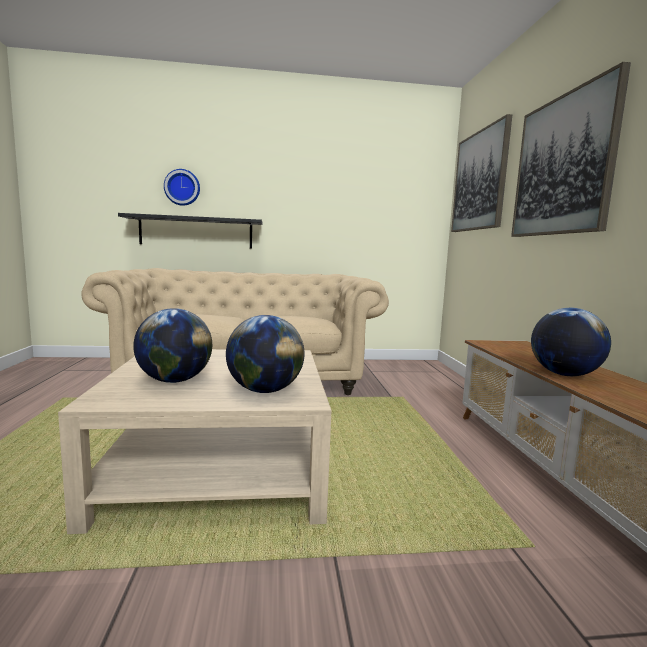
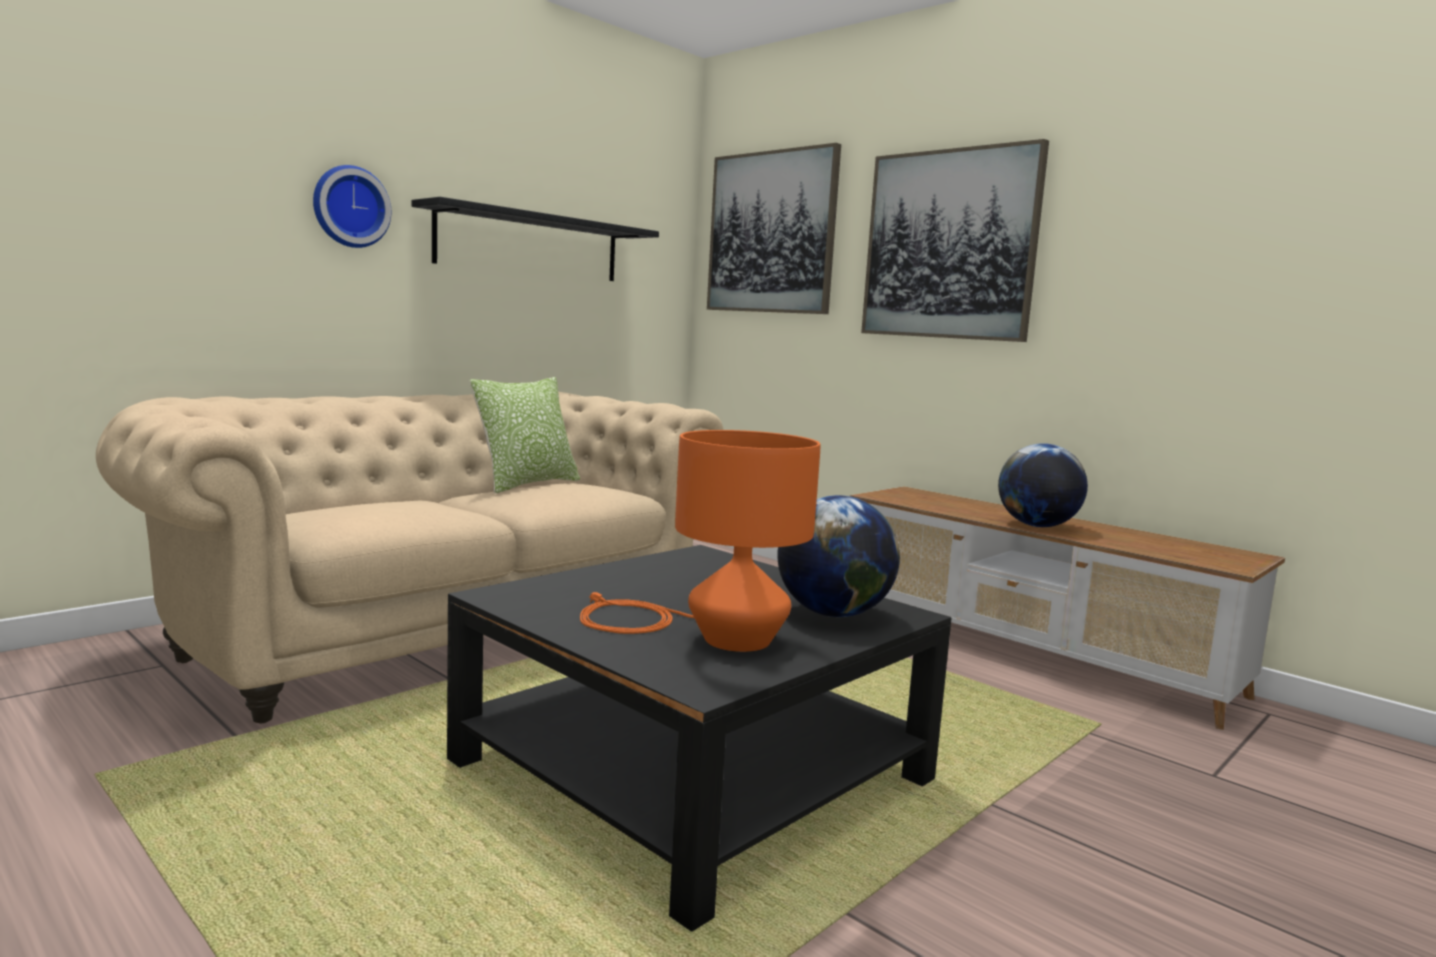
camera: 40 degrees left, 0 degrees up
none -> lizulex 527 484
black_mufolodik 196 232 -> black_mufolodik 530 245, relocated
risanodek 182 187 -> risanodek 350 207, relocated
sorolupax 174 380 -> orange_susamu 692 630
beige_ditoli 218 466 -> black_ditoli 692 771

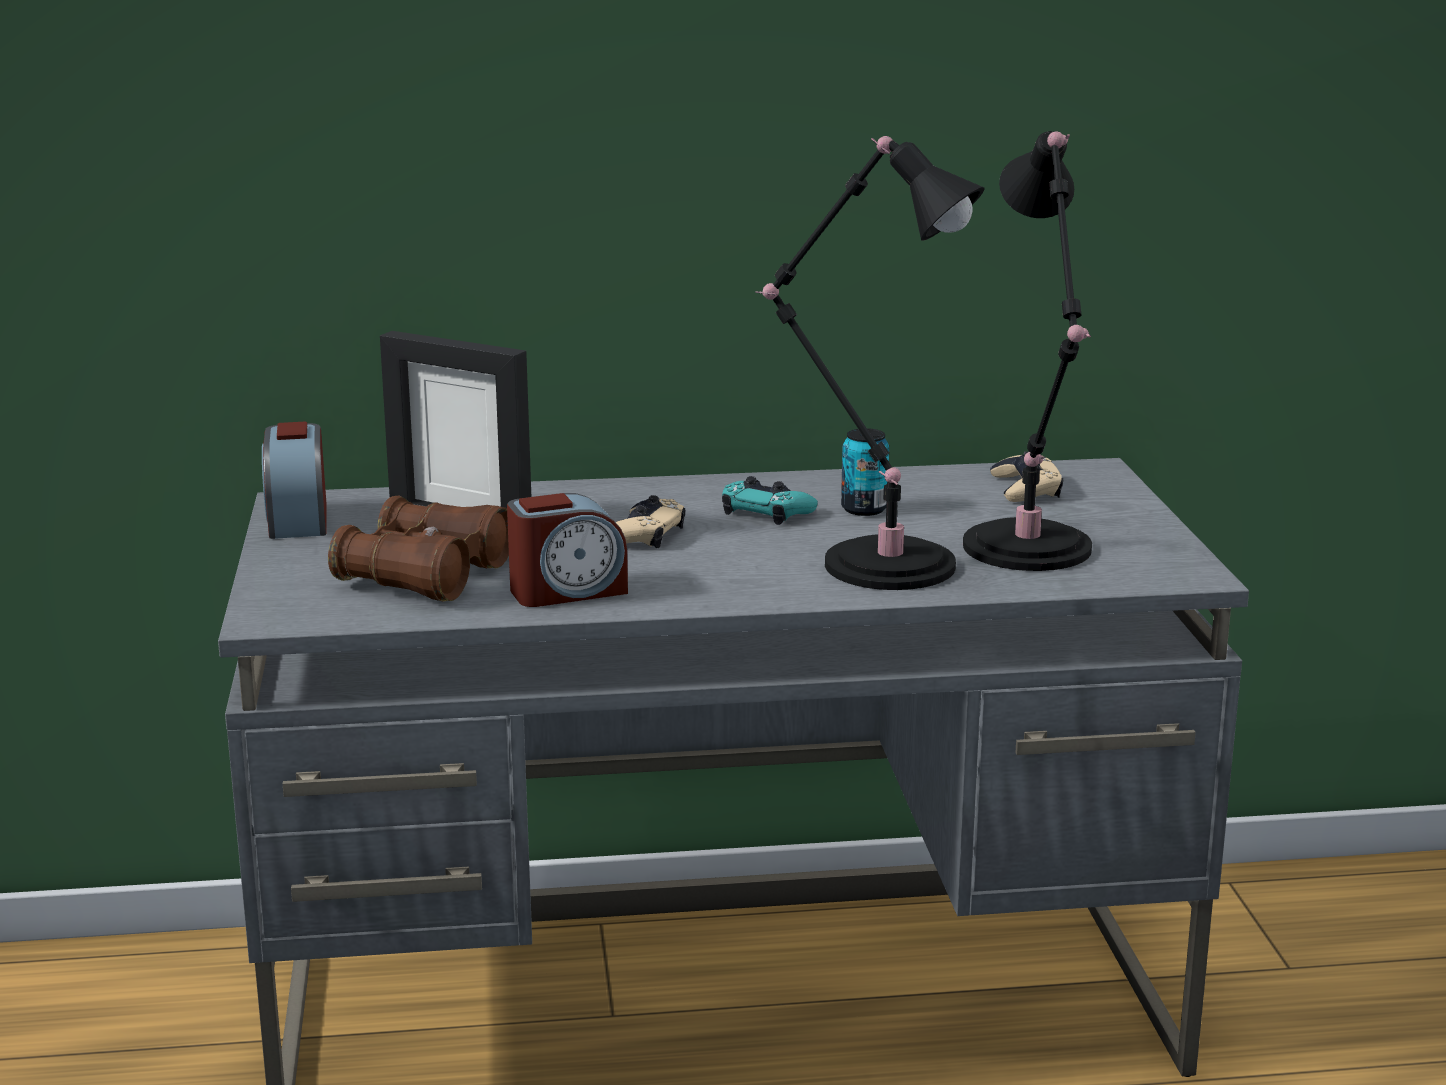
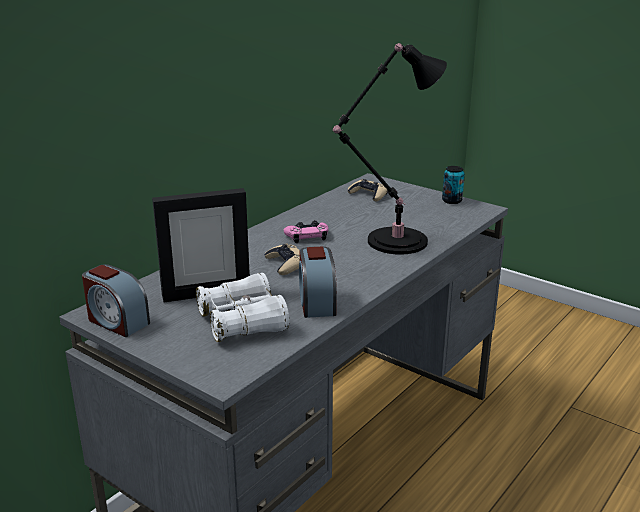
camera: 45 degrees left, 5 degrees up
black_susamu 1028 551 -> none
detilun 864 509 -> detilun 452 201, relocated
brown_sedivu 425 575 -> white_sedivu 242 322
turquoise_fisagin 766 511 -> pink_fisagin 307 236
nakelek 567 591 -> nakelek 316 302, 150 degrees clockwise

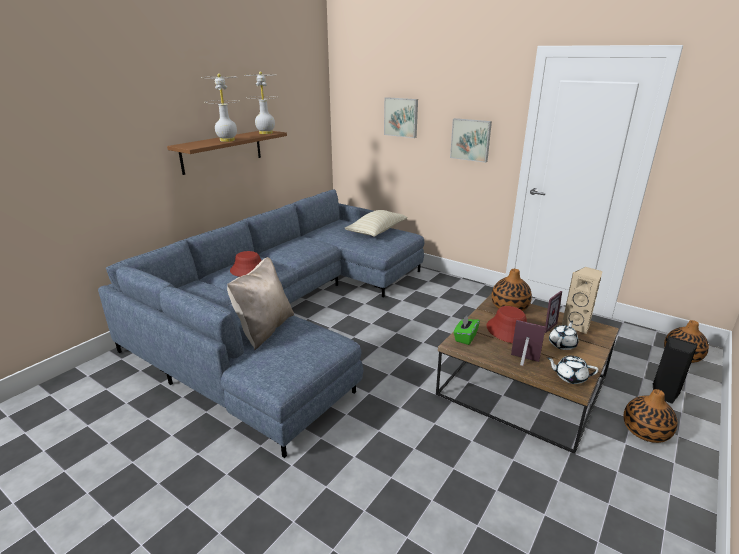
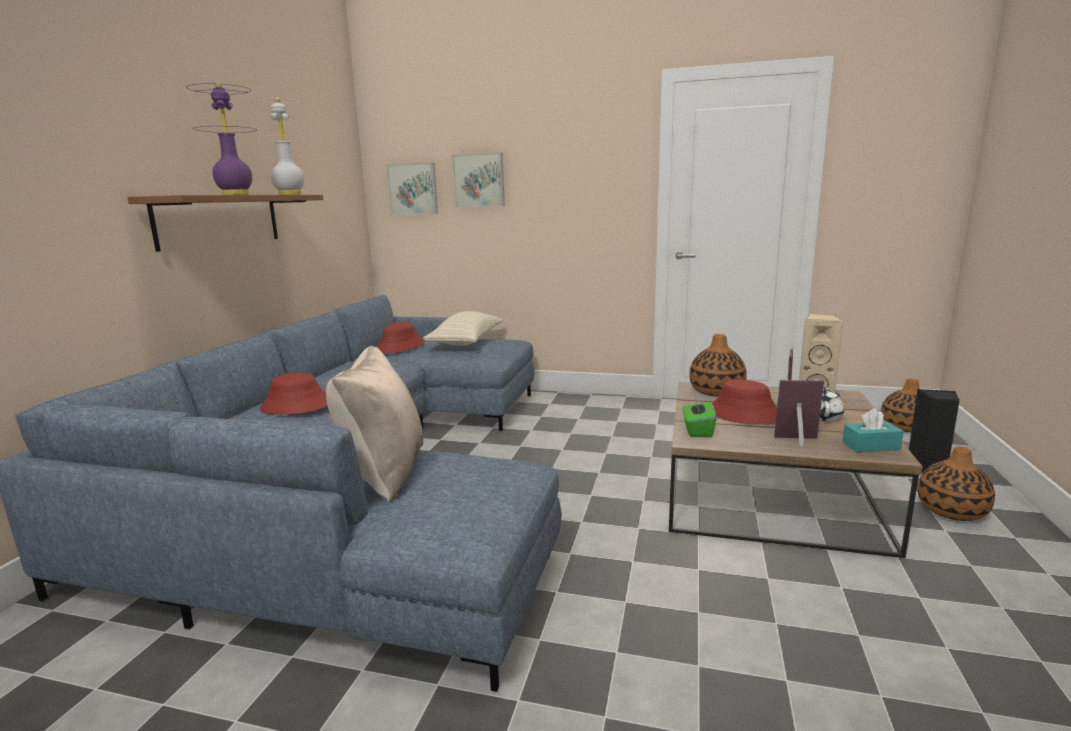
camera: 20 degrees left, 10 degrees down
none -> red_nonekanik 400 346
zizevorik 471 139 -> zizevorik 413 189, relocated
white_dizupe 569 377 -> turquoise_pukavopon 871 446
white_susamu 227 140 -> purple_susamu 236 194

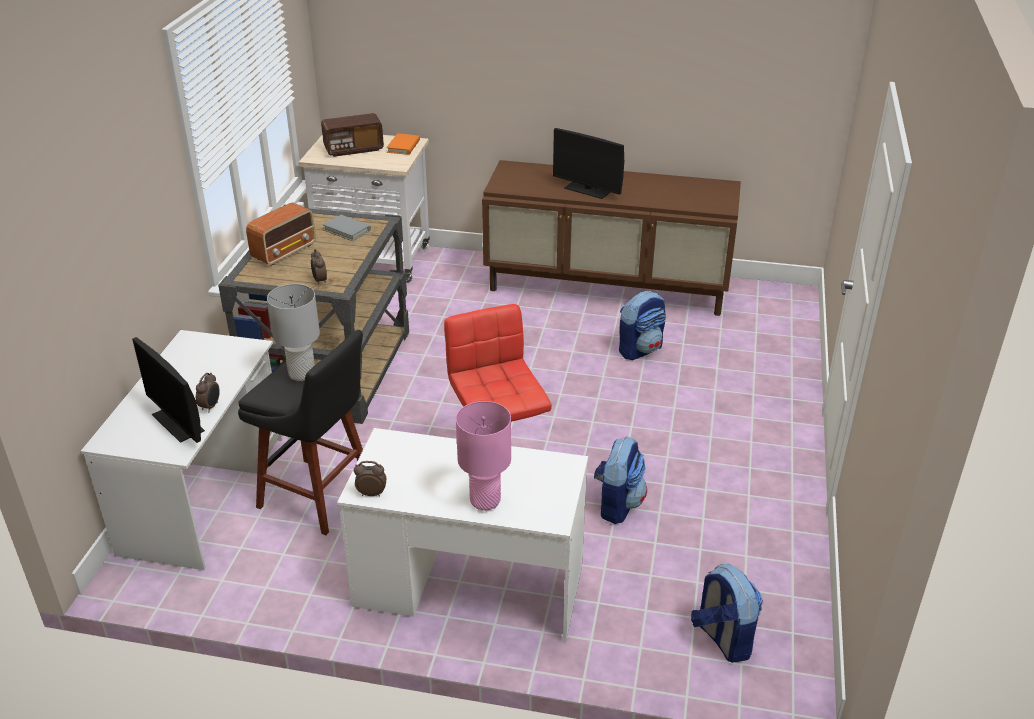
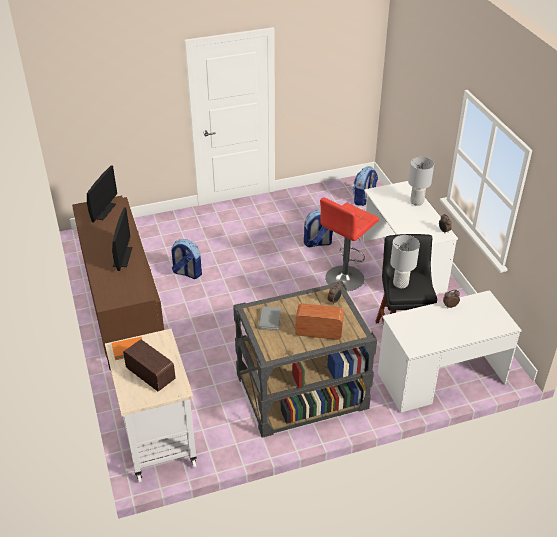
camera: 120 degrees left, 5 degrees up
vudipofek 178 423 -> vudipofek 103 211, relocated
pink_susamu 484 503 -> grey_susamu 417 203

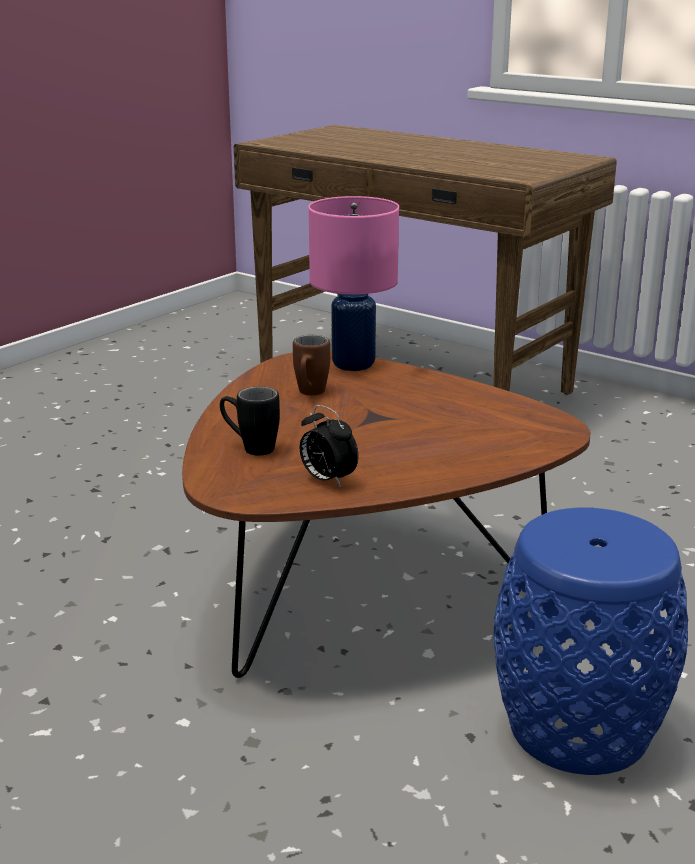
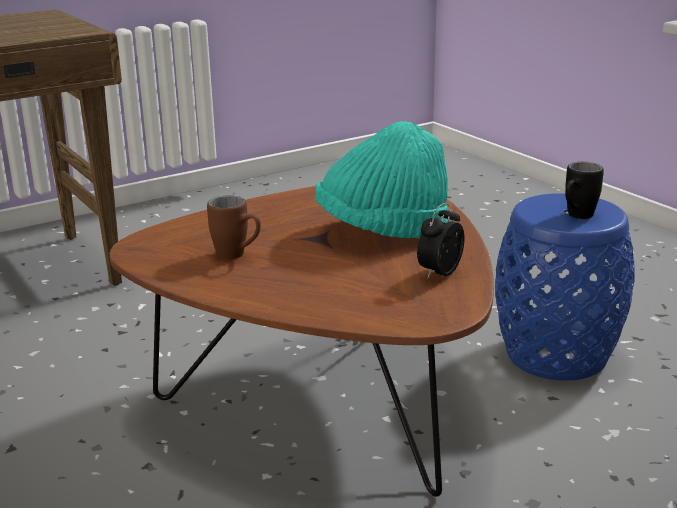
camera: 70 degrees left, 0 degrees up
pink_susamu 351 364 -> none
none -> turquoise_nonekanik 383 231
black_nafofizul 250 448 -> black_nafofizul 576 217, relocated
nakelek 327 480 -> nakelek 439 273, 150 degrees clockwise

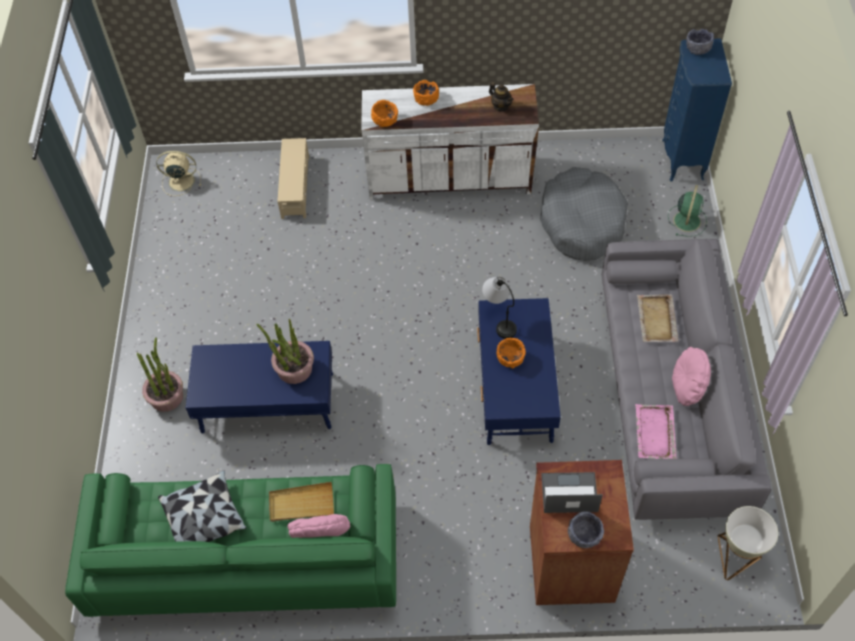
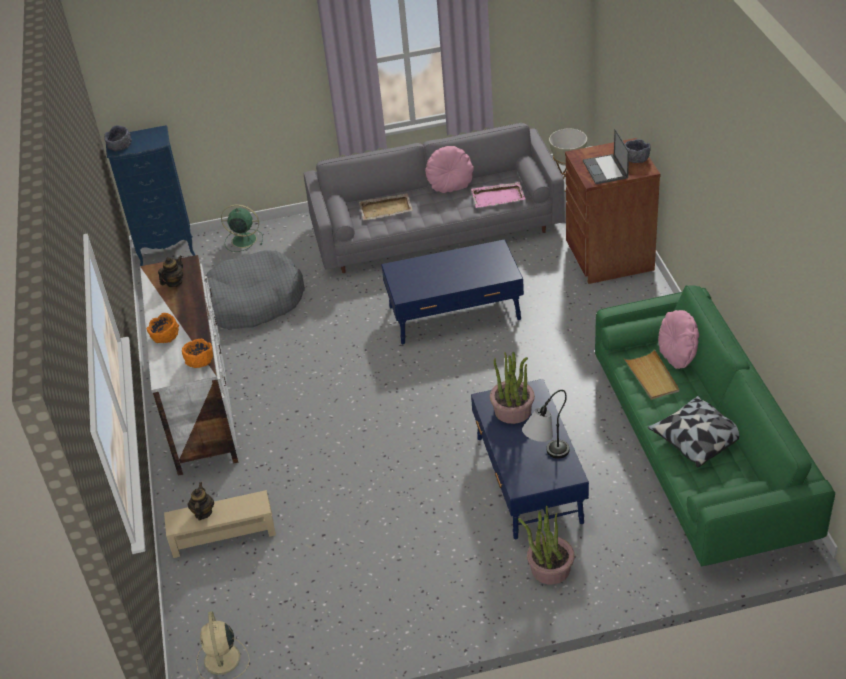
camera: 100 degrees left, 15 degrees down
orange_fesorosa 510 358 -> none
none -> dizupe 203 513
susamu 499 319 -> susamu 545 457, relocated

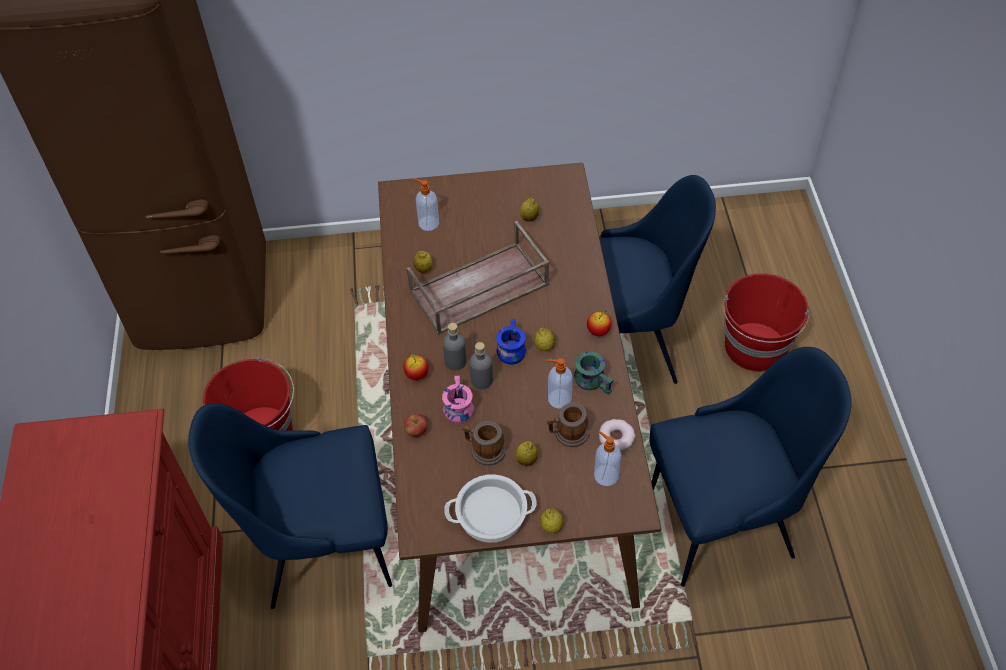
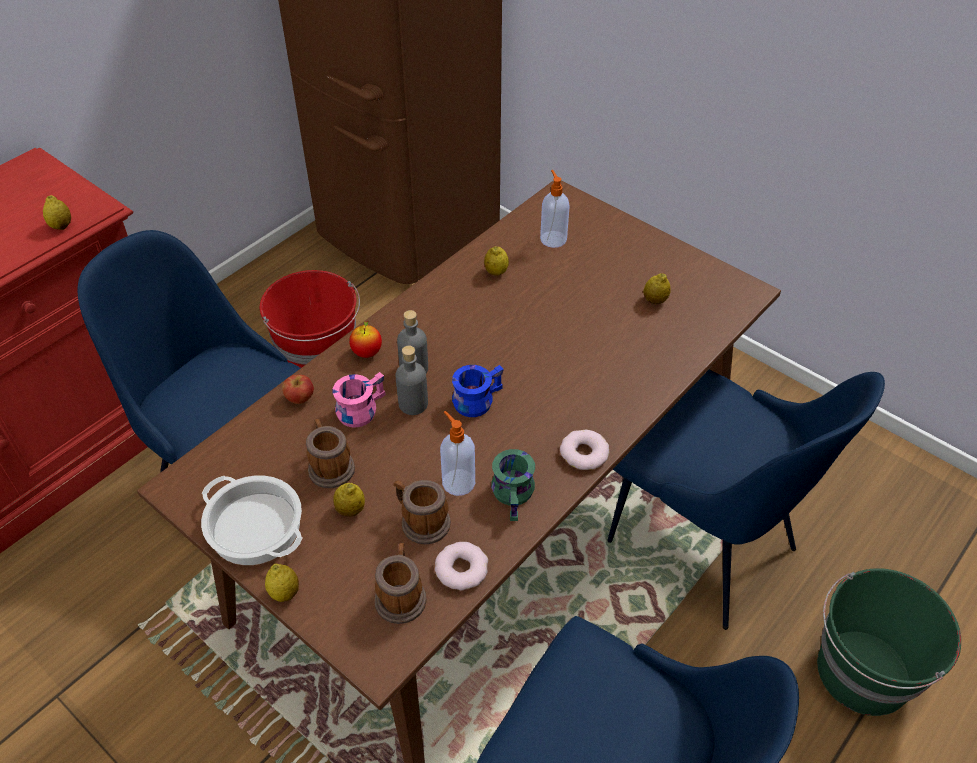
camera: 45 degrees right, 5 degrees down
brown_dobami 478 289 -> none
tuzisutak 544 347 -> tuzisutak 61 226, relocated
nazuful 598 331 -> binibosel 584 453
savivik 605 475 -> nafofizul 401 595
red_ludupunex 755 348 -> green_ludupunex 862 673

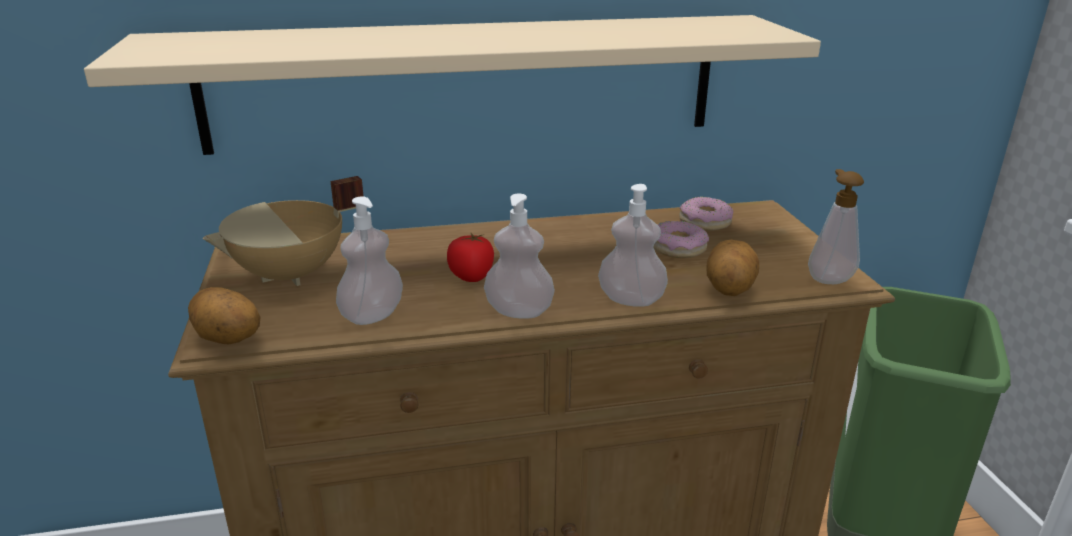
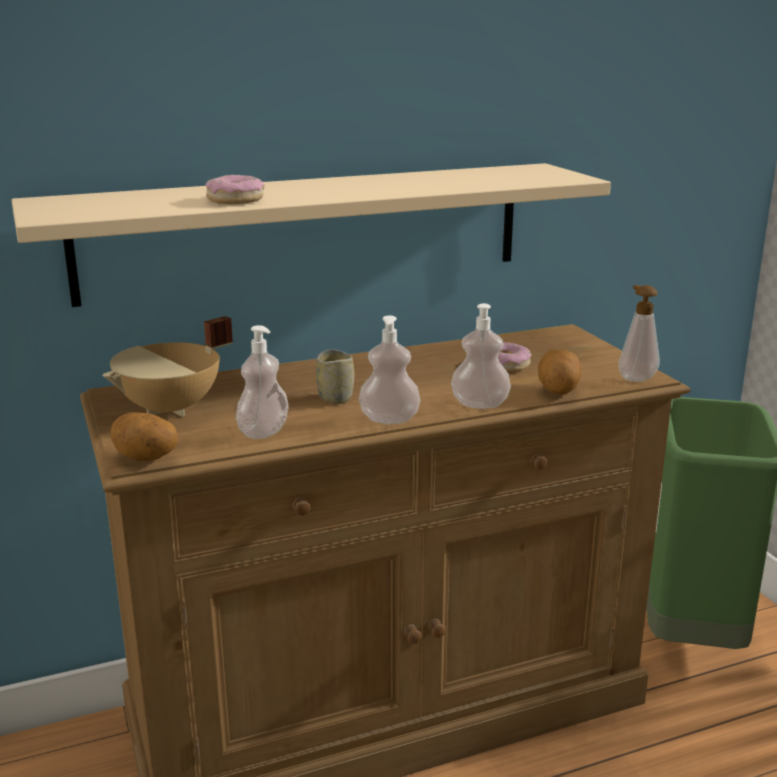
camera: 10 degrees left, 5 degrees down
binibosel 704 222 -> binibosel 235 200, relocated
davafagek 471 276 -> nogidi 335 398

